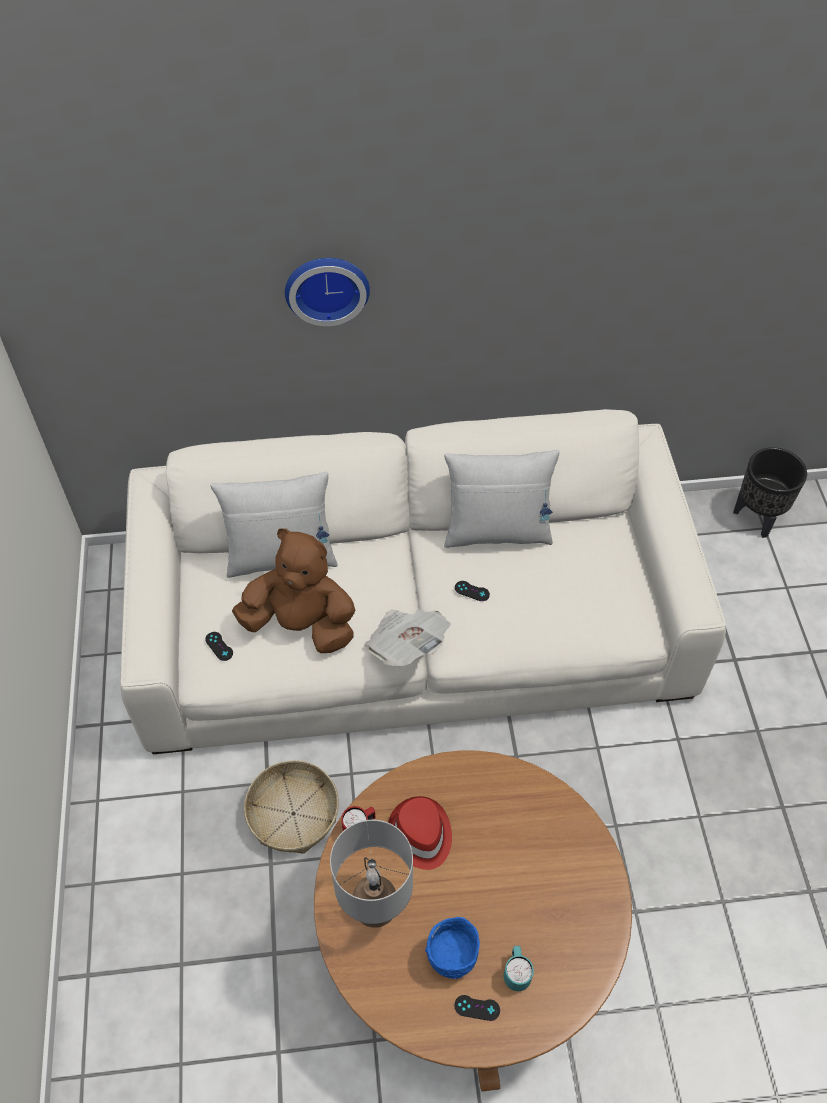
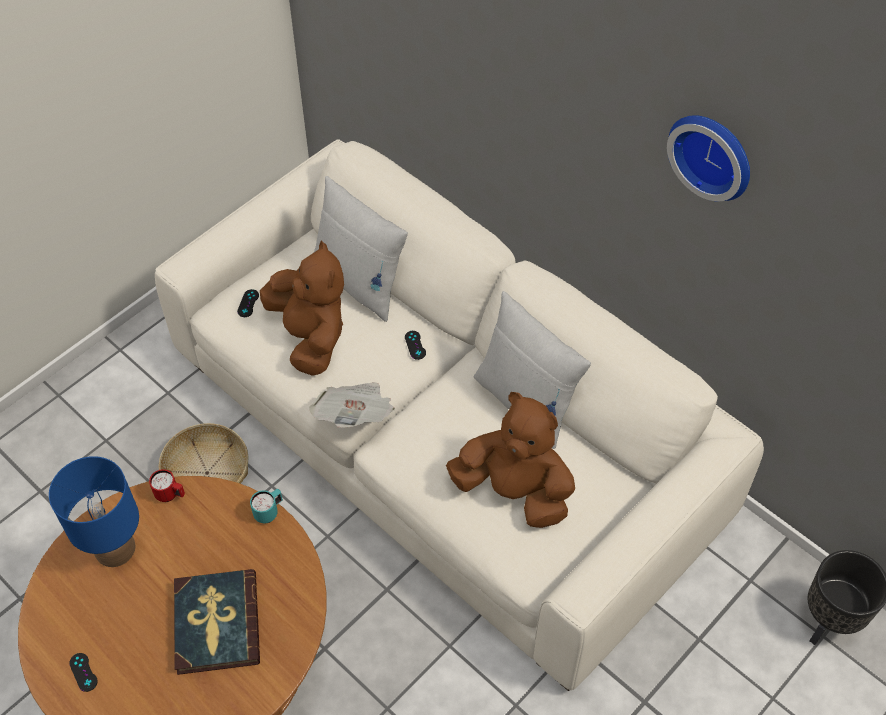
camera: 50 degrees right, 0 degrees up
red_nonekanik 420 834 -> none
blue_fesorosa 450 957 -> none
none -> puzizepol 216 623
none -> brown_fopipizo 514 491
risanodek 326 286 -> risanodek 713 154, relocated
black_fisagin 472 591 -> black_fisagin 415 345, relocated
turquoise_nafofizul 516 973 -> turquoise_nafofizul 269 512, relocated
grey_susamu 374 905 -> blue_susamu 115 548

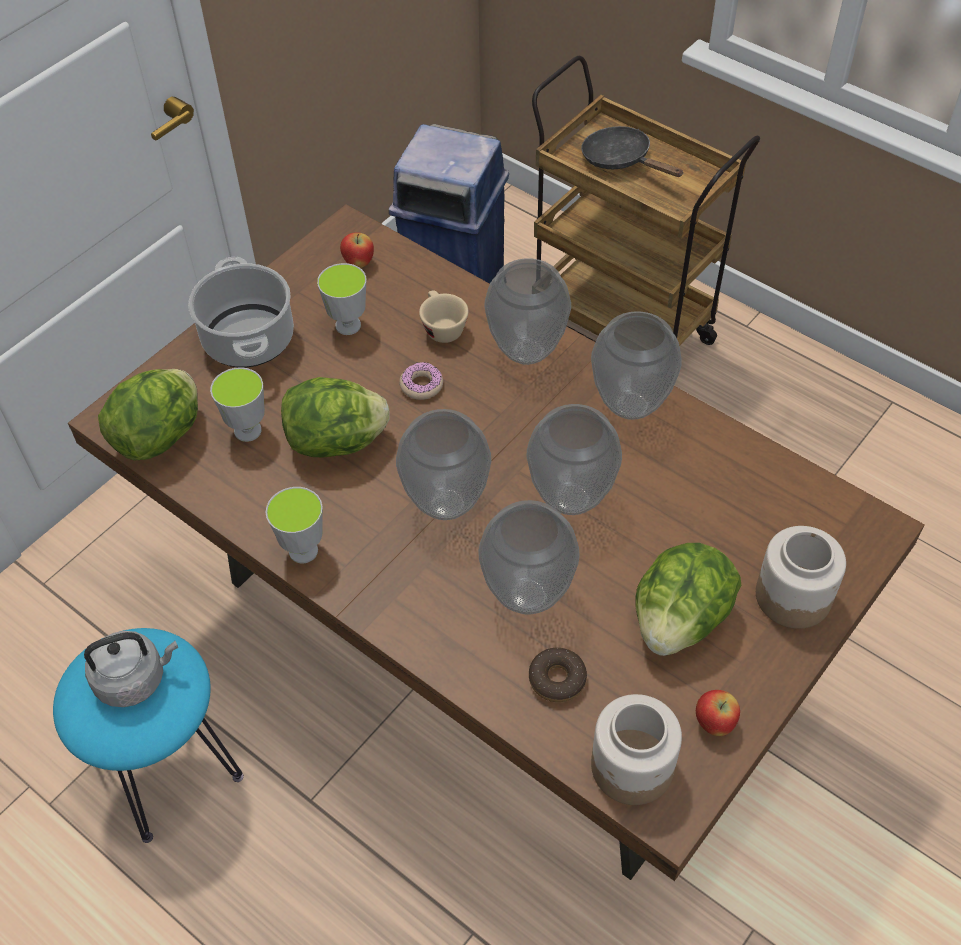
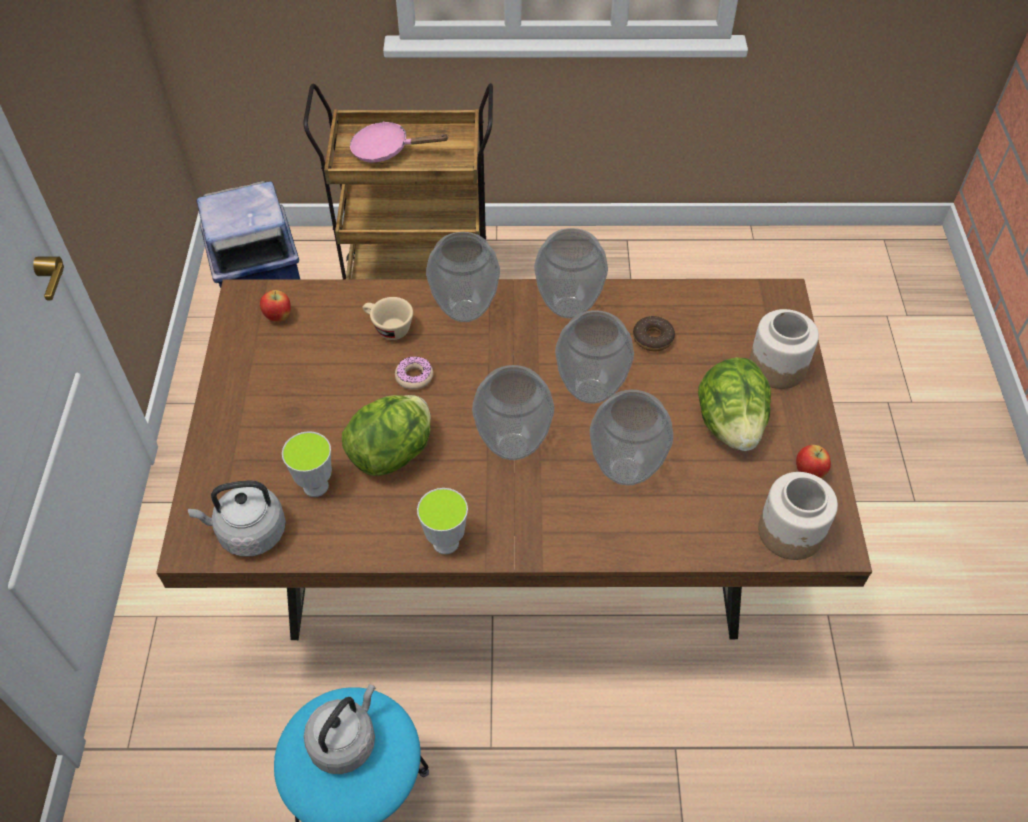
camera: 40 degrees left, 0 degrees up
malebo 247 338 -> none
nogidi 348 325 -> none
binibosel 557 679 -> binibosel 653 338, relocated
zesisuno 161 436 -> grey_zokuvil 248 533
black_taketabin 621 160 -> pink_taketabin 386 150

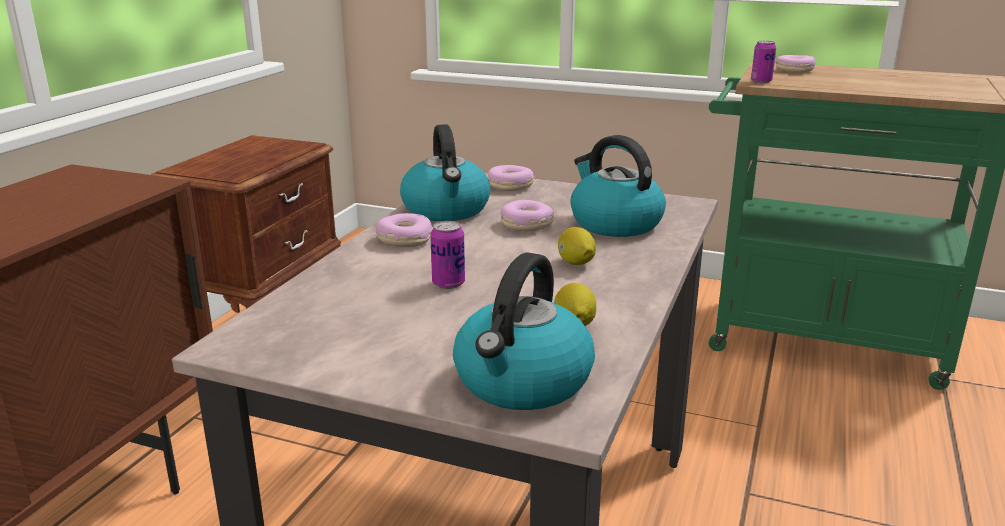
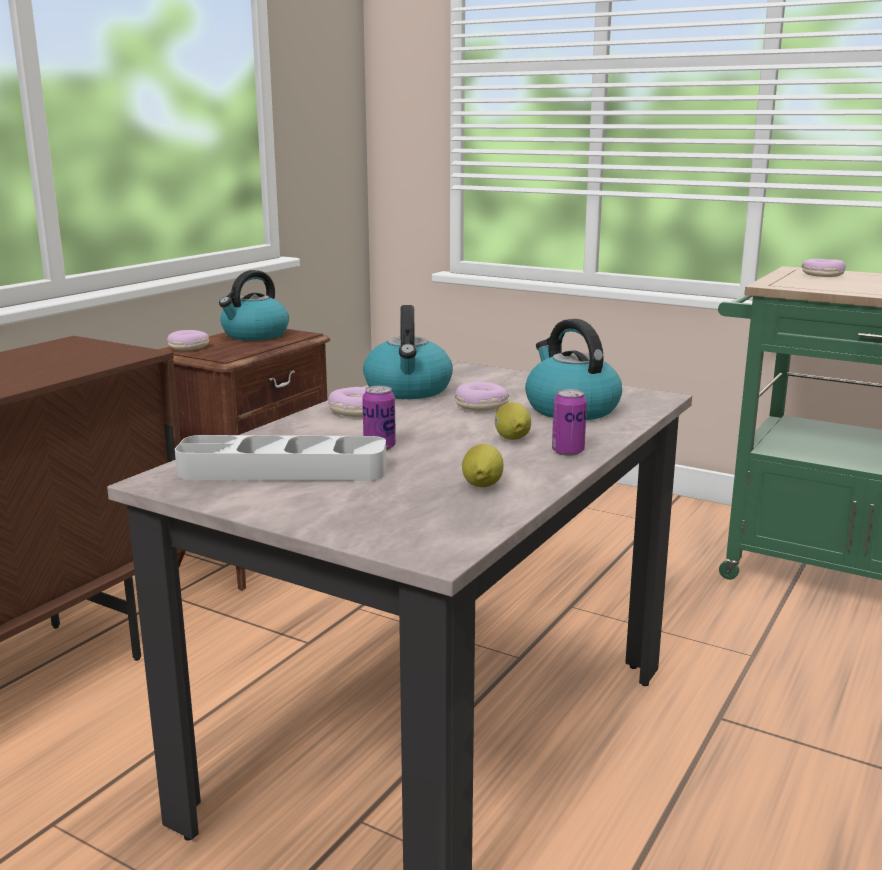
camera: 10 degrees right, 5 degrees down
none -> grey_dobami 283 470
zokuvil 522 382 -> zokuvil 255 335, relocated
binibosel 510 186 -> binibosel 188 347, relocated
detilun 761 81 -> detilun 568 451, relocated

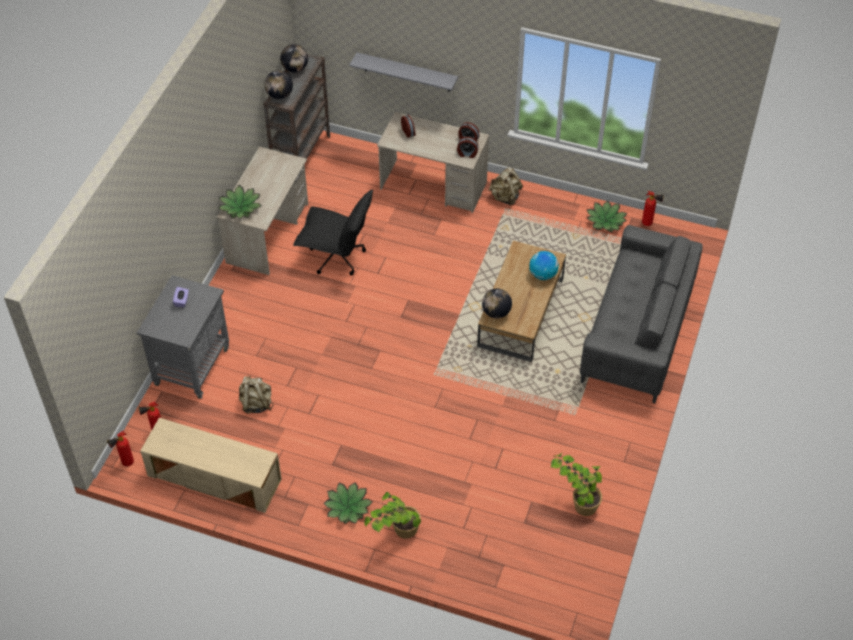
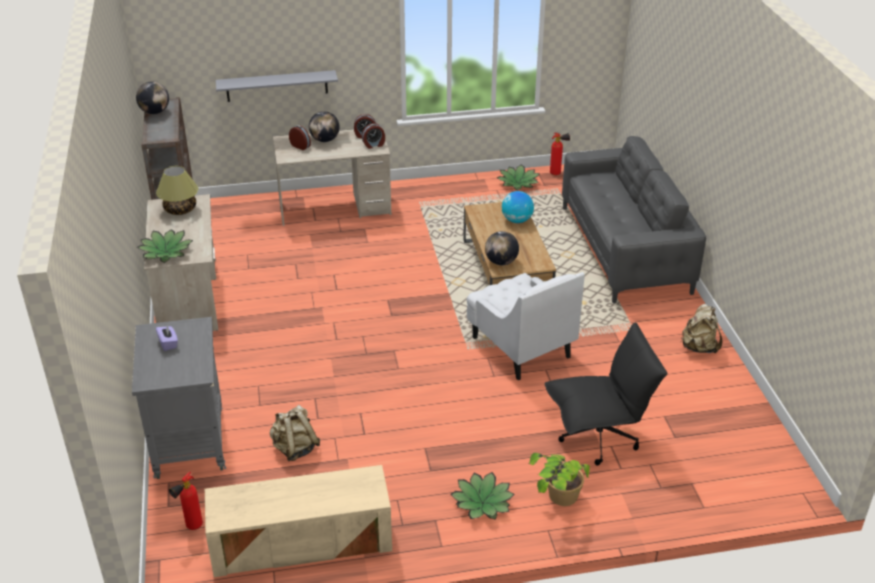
camera: 30 degrees left, 15 degrees down
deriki 125 464 -> none
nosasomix 576 499 -> none
none -> susamu 180 209
none -> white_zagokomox 520 346
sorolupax 279 95 -> sorolupax 325 140, relocated
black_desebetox 336 256 -> black_desebetox 597 437, relocated
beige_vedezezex 505 197 -> beige_vedezezex 699 347, relocated

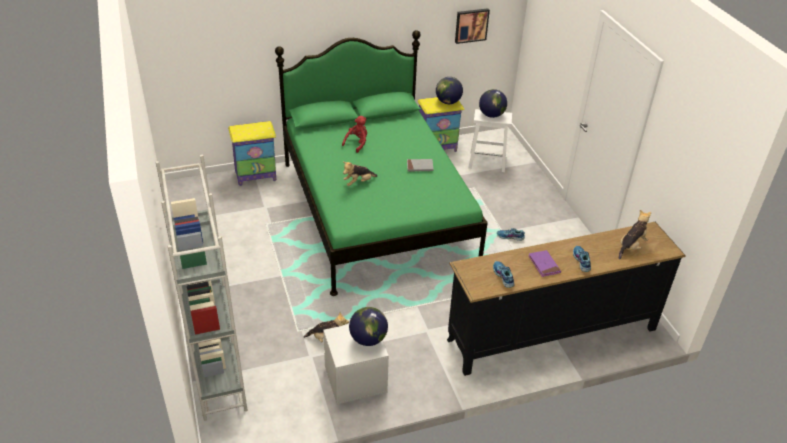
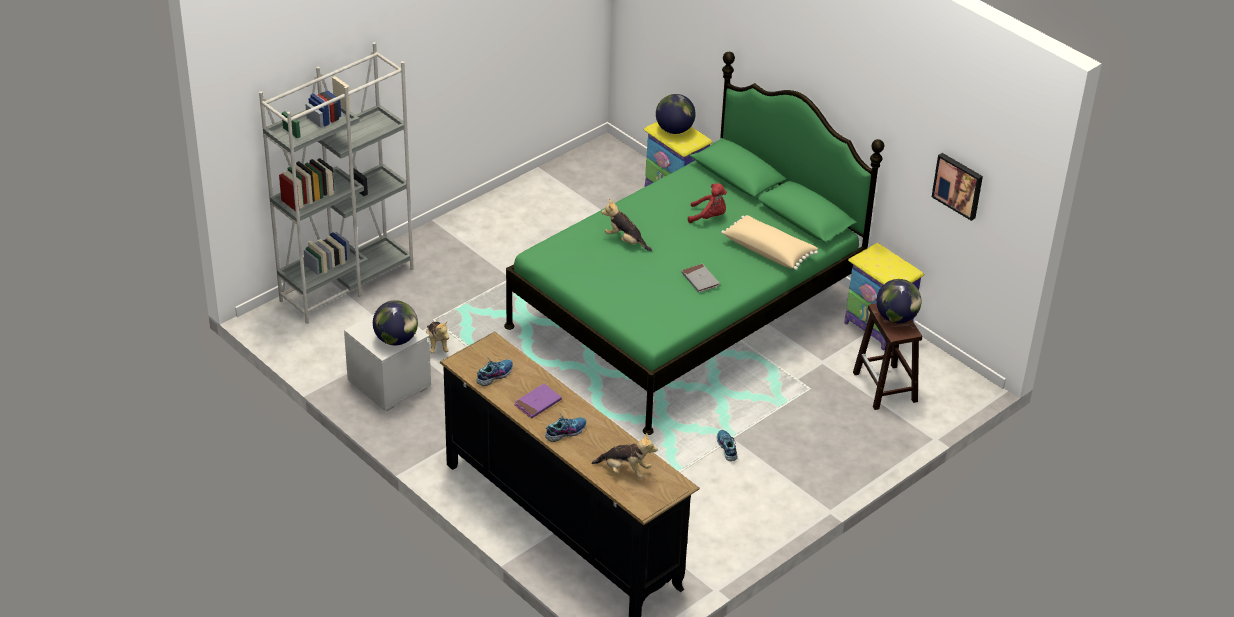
camera: 65 degrees right, 0 degrees up
none -> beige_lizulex 769 250
sorolupax 448 102 -> sorolupax 674 130, relocated
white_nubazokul 488 162 -> brown_nubazokul 885 388

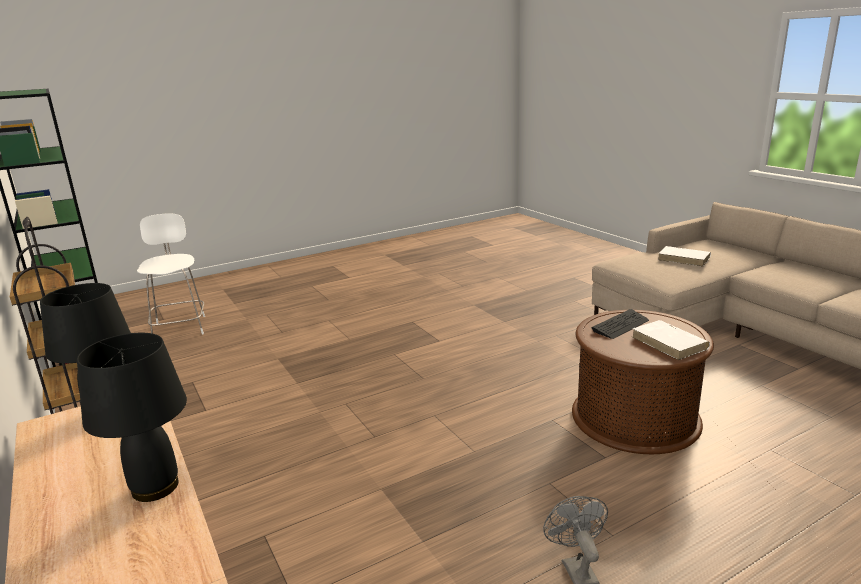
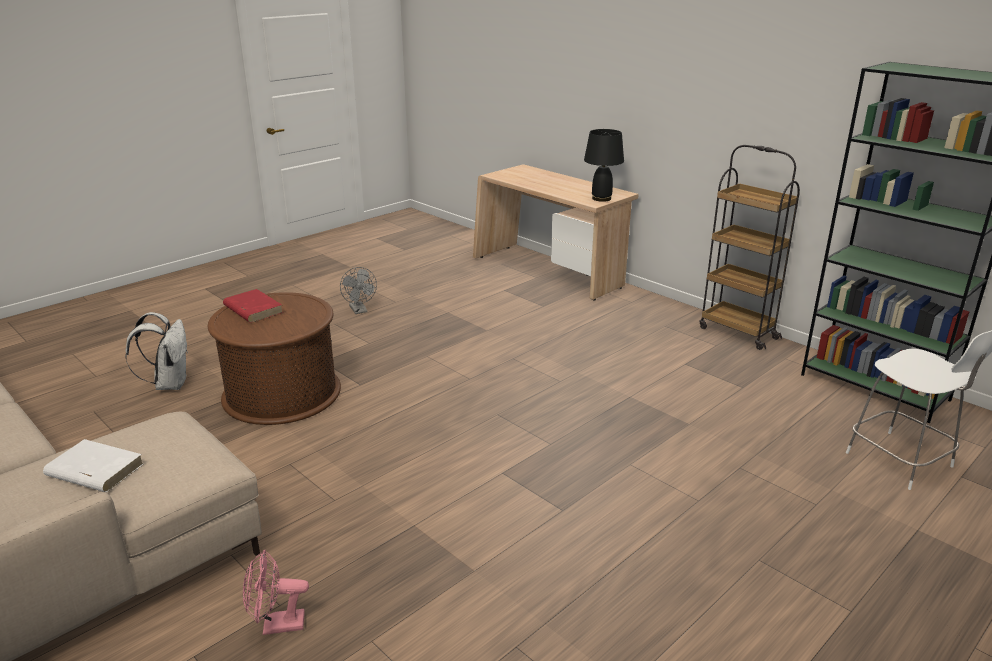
camera: 165 degrees right, 5 degrees up
black_susamu 155 488 -> none
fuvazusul 620 325 -> none
none -> white_vedezezex 170 384
none -> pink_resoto 276 625
white_puzizepol 670 343 -> red_puzizepol 253 309

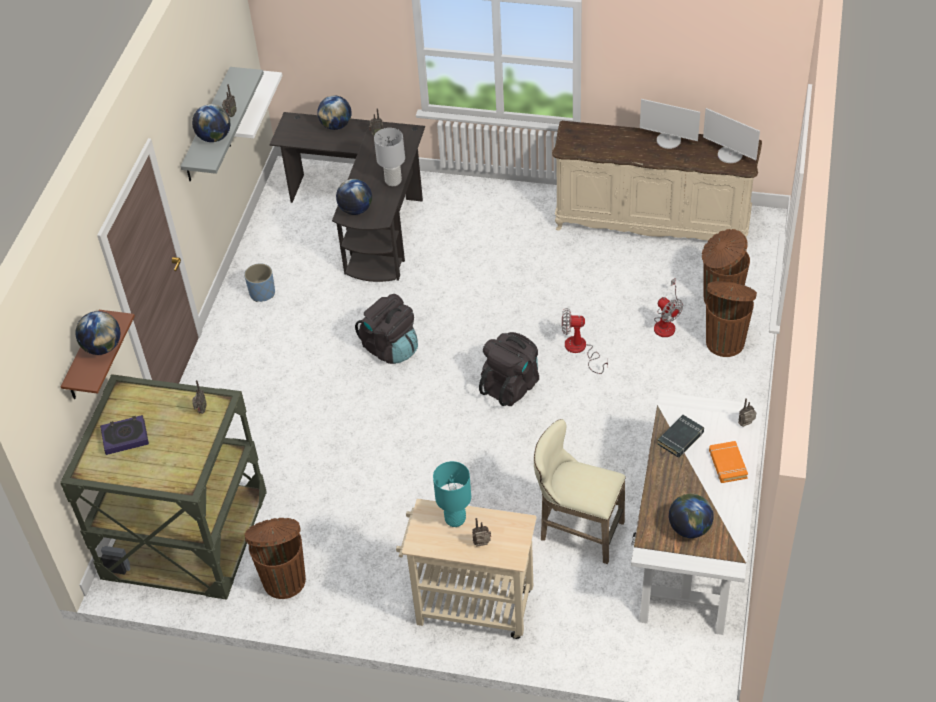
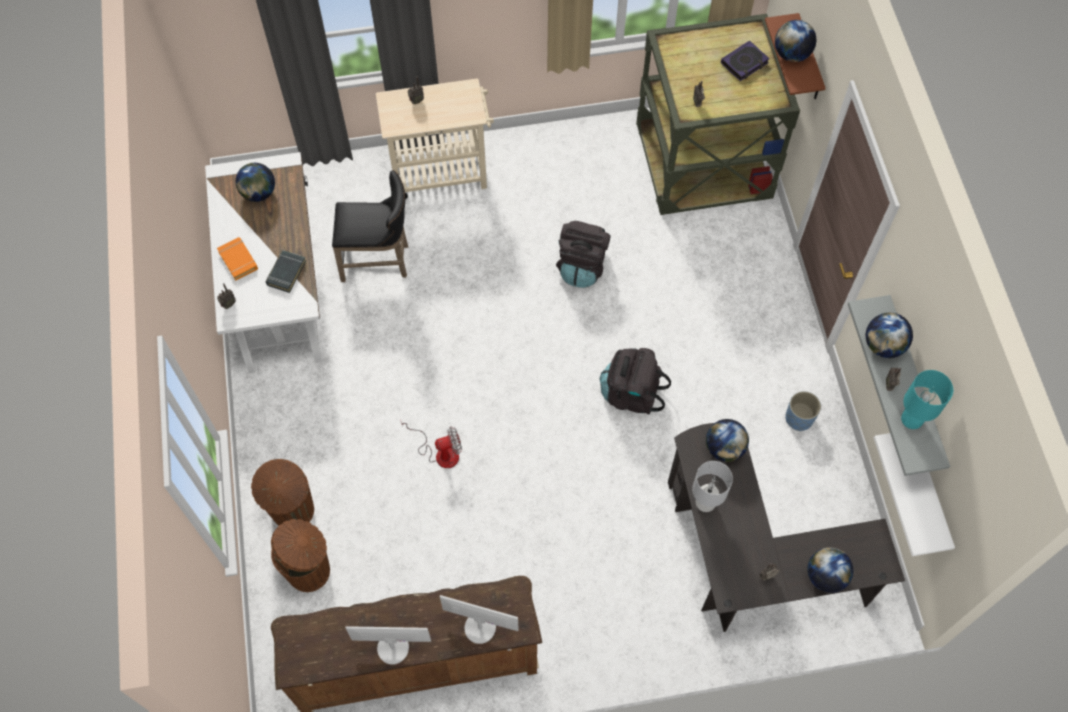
camera: 155 degrees right, 15 degrees up
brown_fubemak 284 579 -> none
resoto 666 323 -> none
turquoise_susamu 455 520 -> turquoise_susamu 910 421, relocated
black_vedezezex 511 385 -> black_vedezezex 582 266, relocated
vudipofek 730 155 -> vudipofek 480 627, relocated
beige_nubazokul 577 531 -> black_nubazokul 379 261

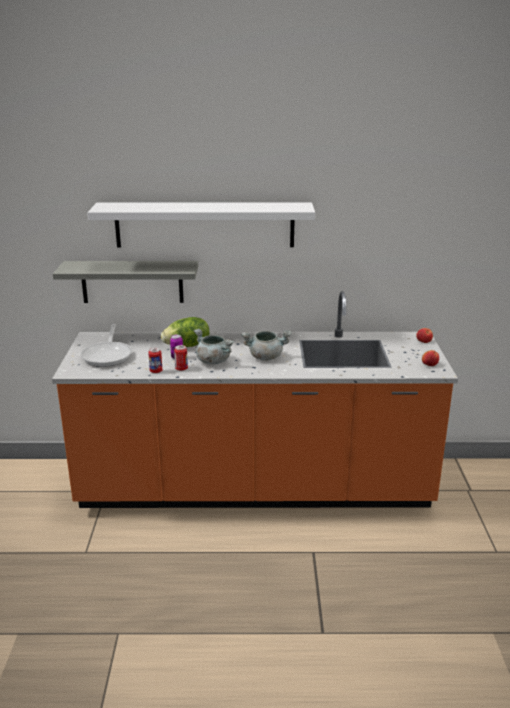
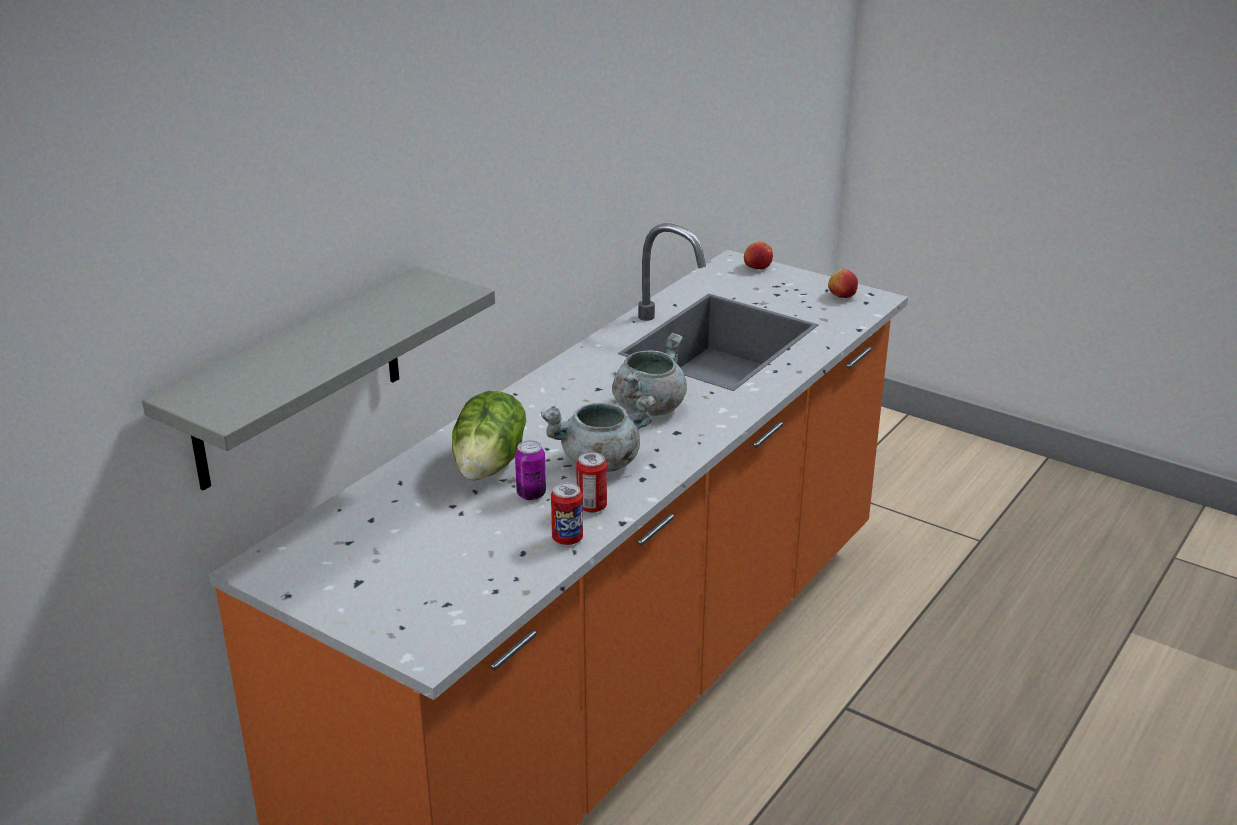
camera: 55 degrees left, 5 degrees up
taketabin 108 355 -> none
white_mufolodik 204 225 -> none

